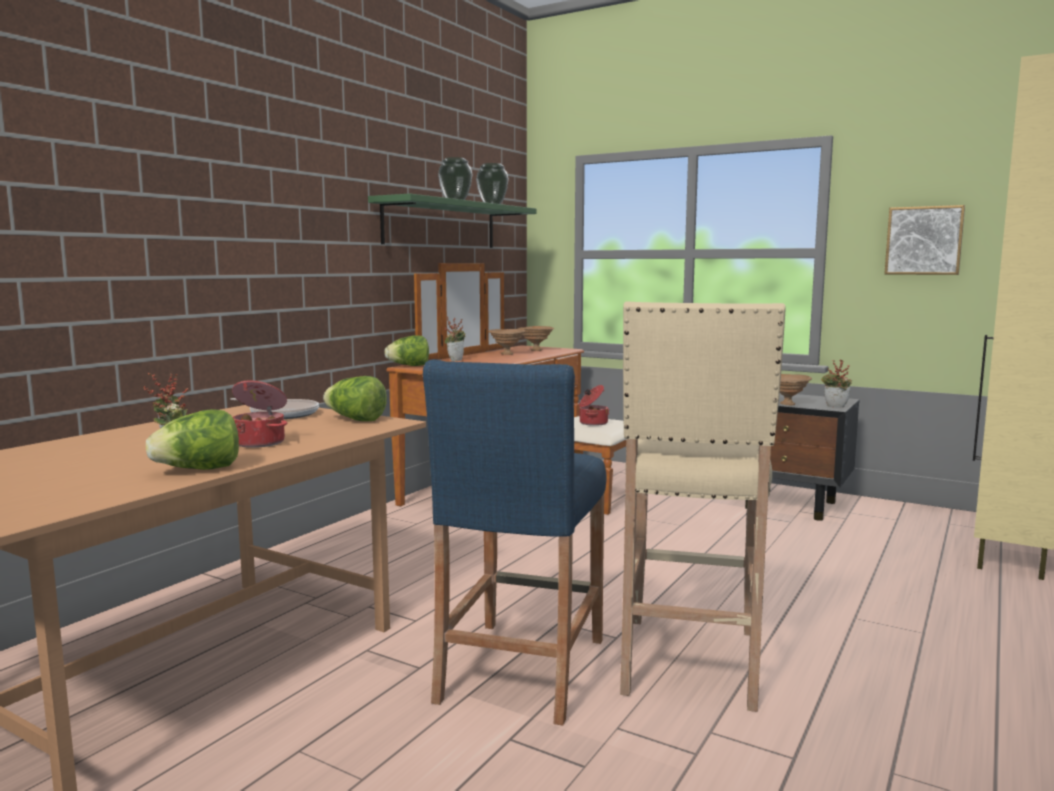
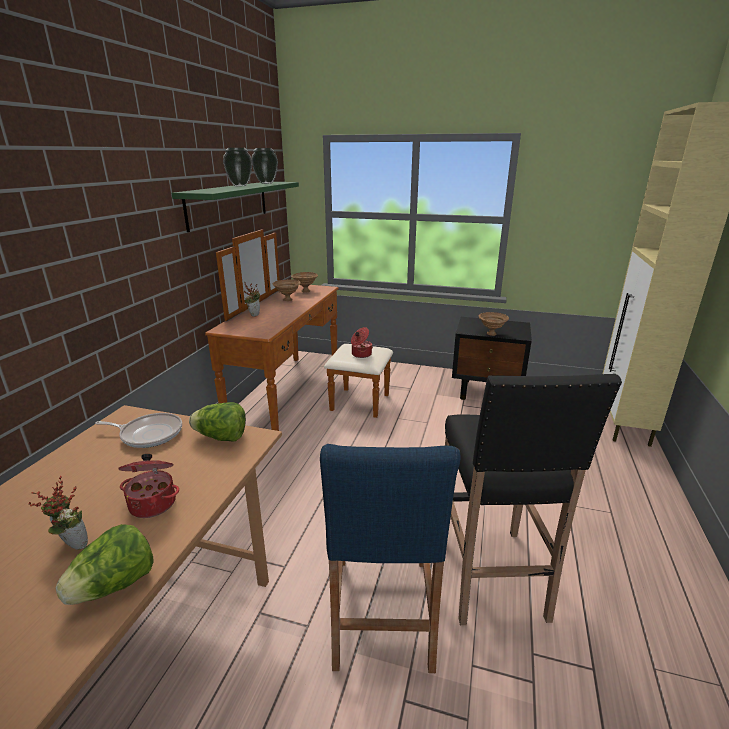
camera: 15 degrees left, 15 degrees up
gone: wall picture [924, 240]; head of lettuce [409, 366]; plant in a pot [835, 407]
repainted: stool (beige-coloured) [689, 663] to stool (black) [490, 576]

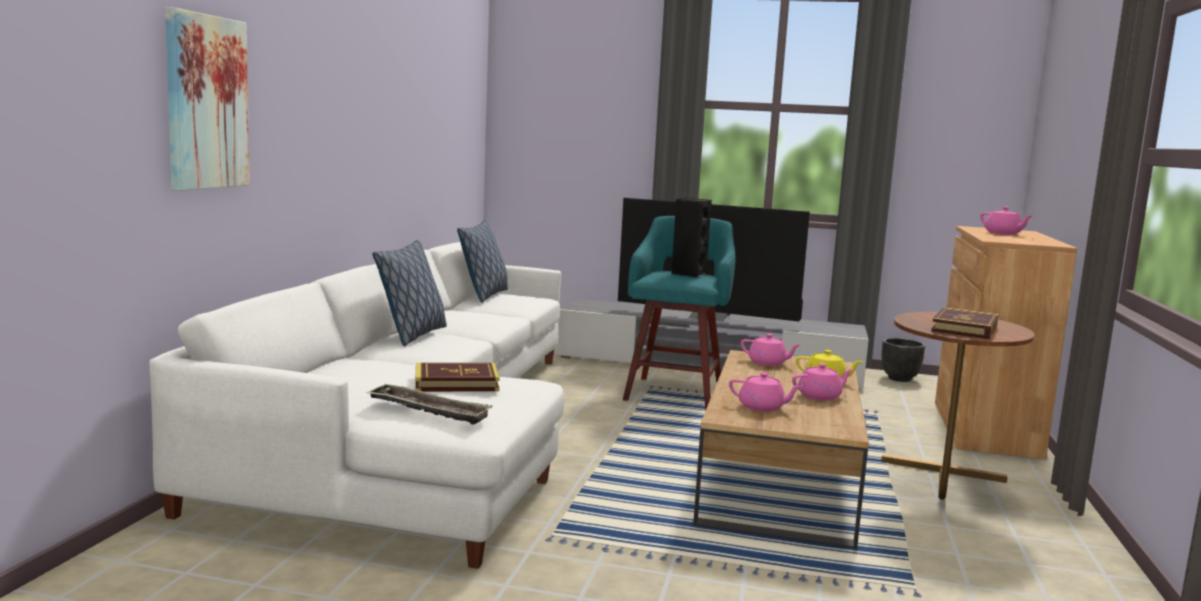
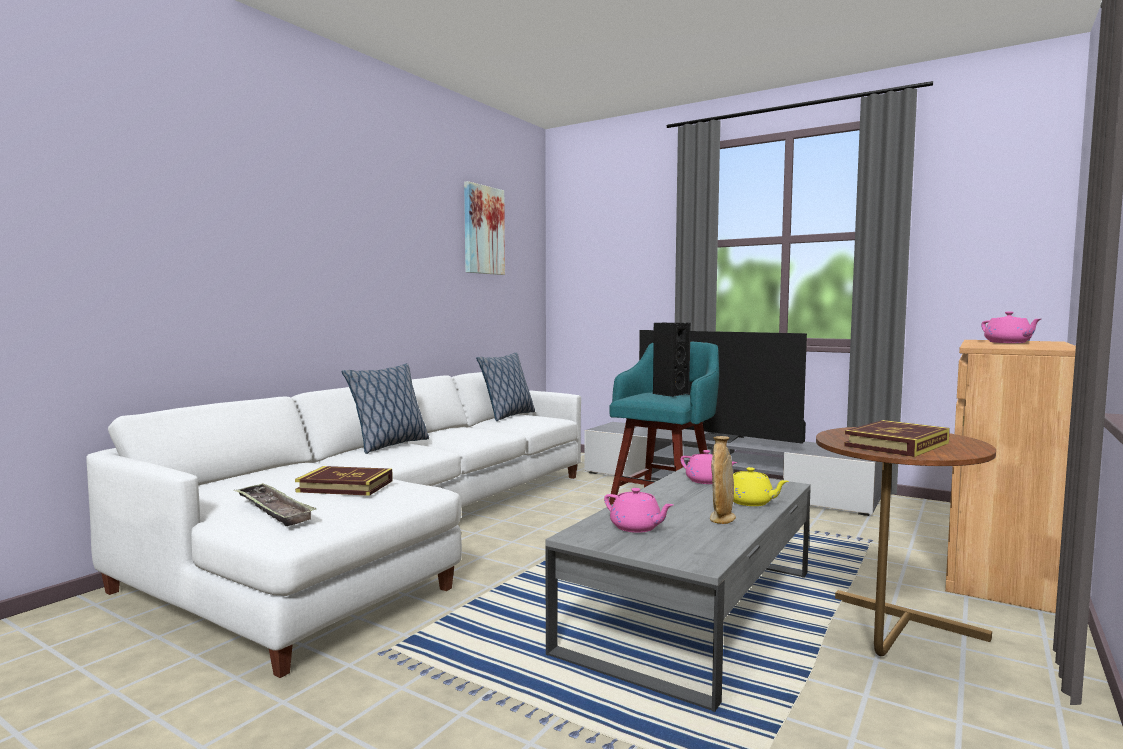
camera: 20 degrees right, 5 degrees down
gone: plant pot (black) [899, 379]
shifted: wall picture [205, 102] to [483, 230]
swapped: pot for tea (pink-coloured) [820, 396] to vase (beige-coloured) [722, 519]
repainted: low table (brownish) [779, 479] to low table (gray) [694, 608]

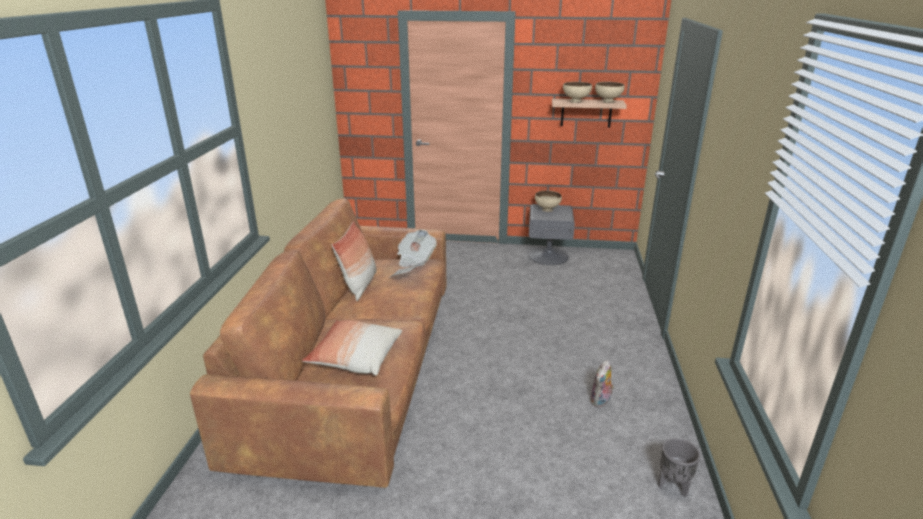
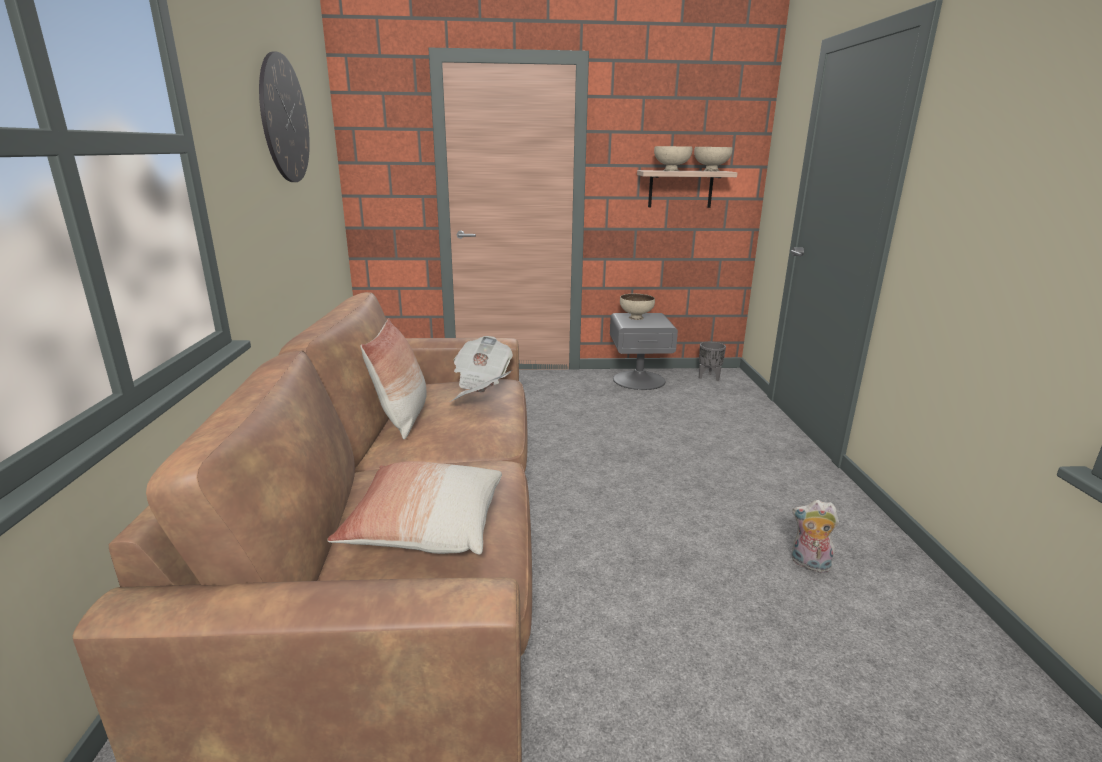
camera: 10 degrees left, 5 degrees down
new: hanging clock [284, 119]
shifted: plant pot (gray) [672, 486] to [708, 377]
rotated: soft toy [601, 401] = [809, 564] 90 degrees clockwise

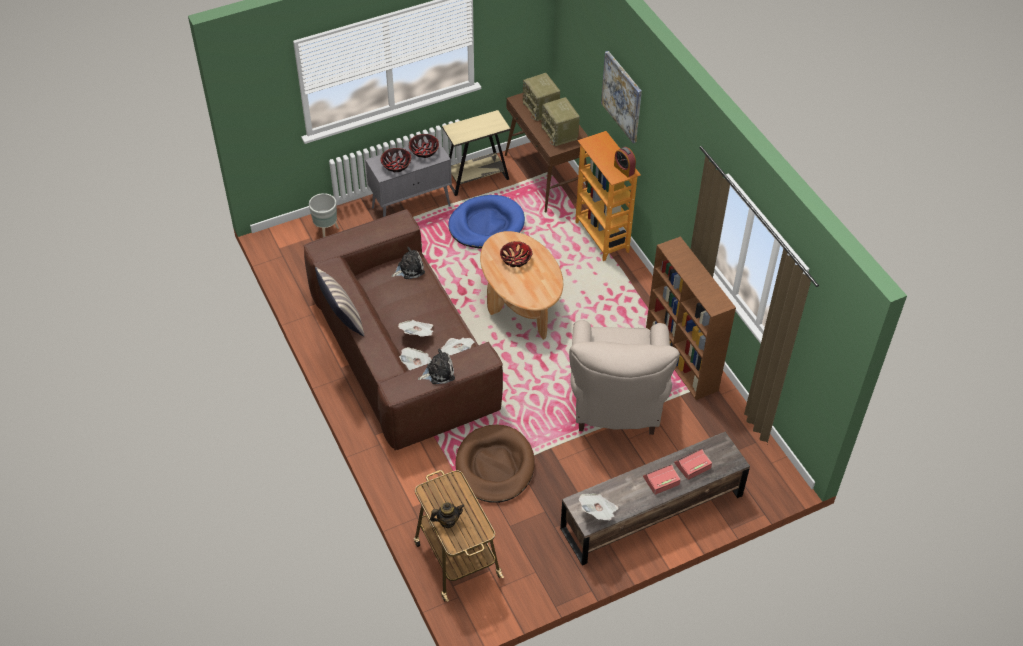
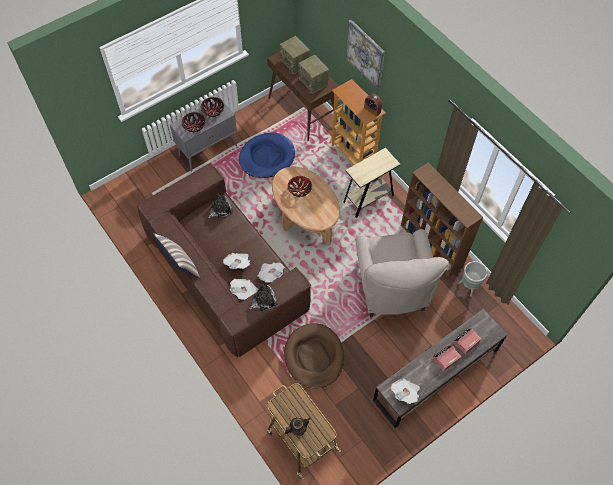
camera: 10 degrees left, 10 degrees up
shifted: accent table (beige-coloured) [477, 179] to [368, 199]; plant pot (gray) [326, 231] to [468, 286]

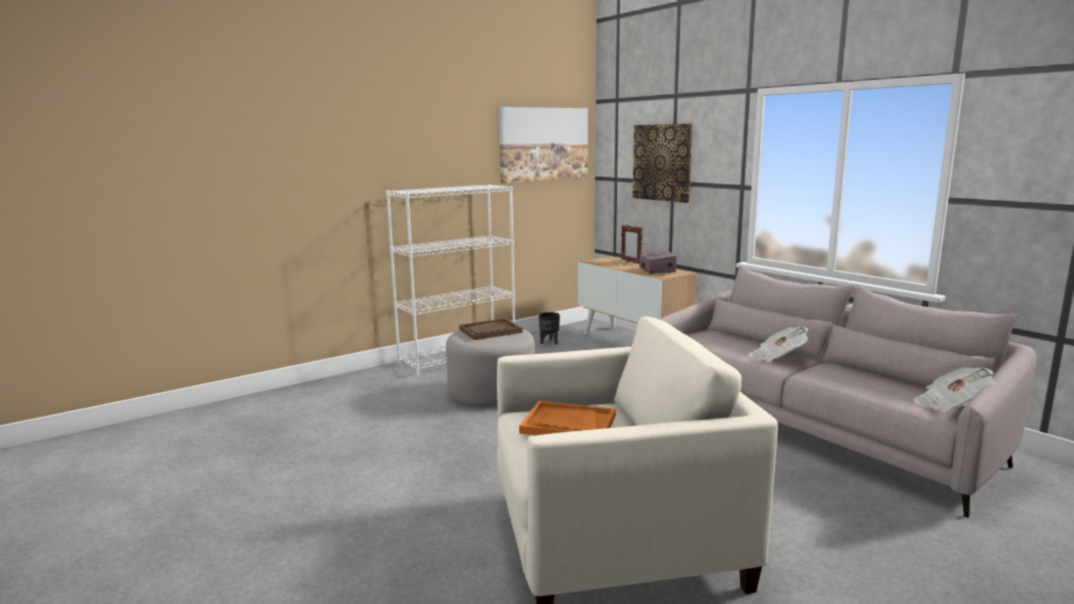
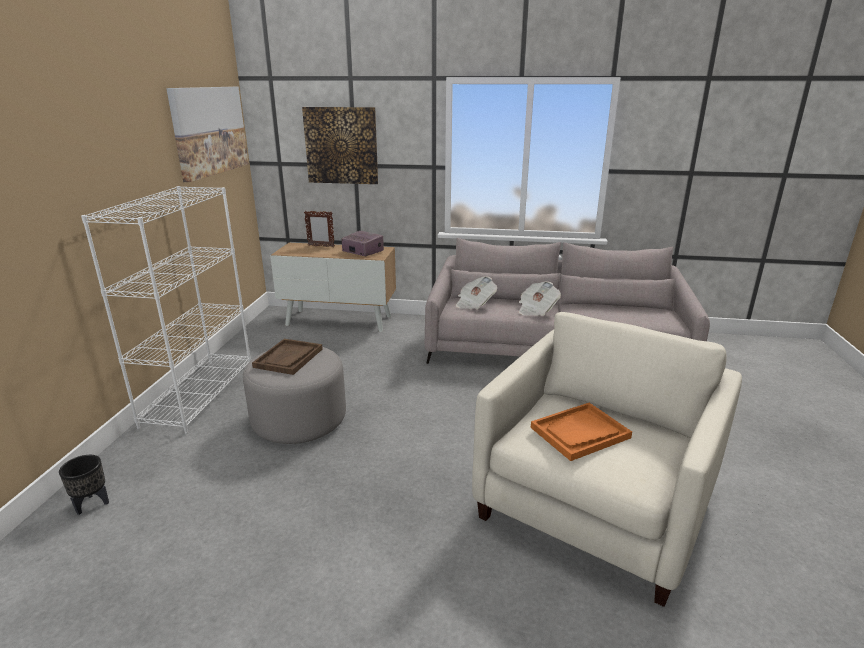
camera: 45 degrees left, 10 degrees up
shifted: plant pot (black) [549, 342] to [92, 504]; daily paper [951, 405] to [474, 303]

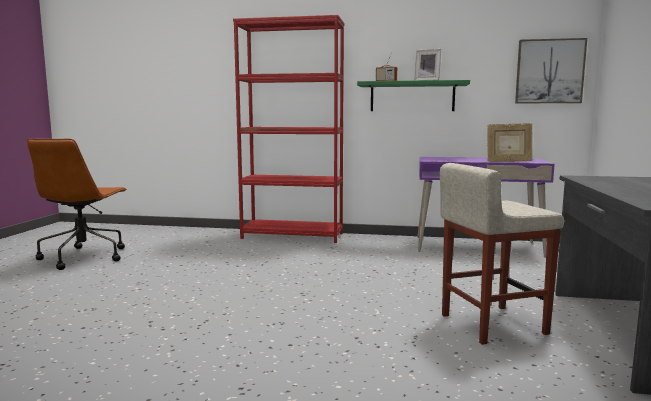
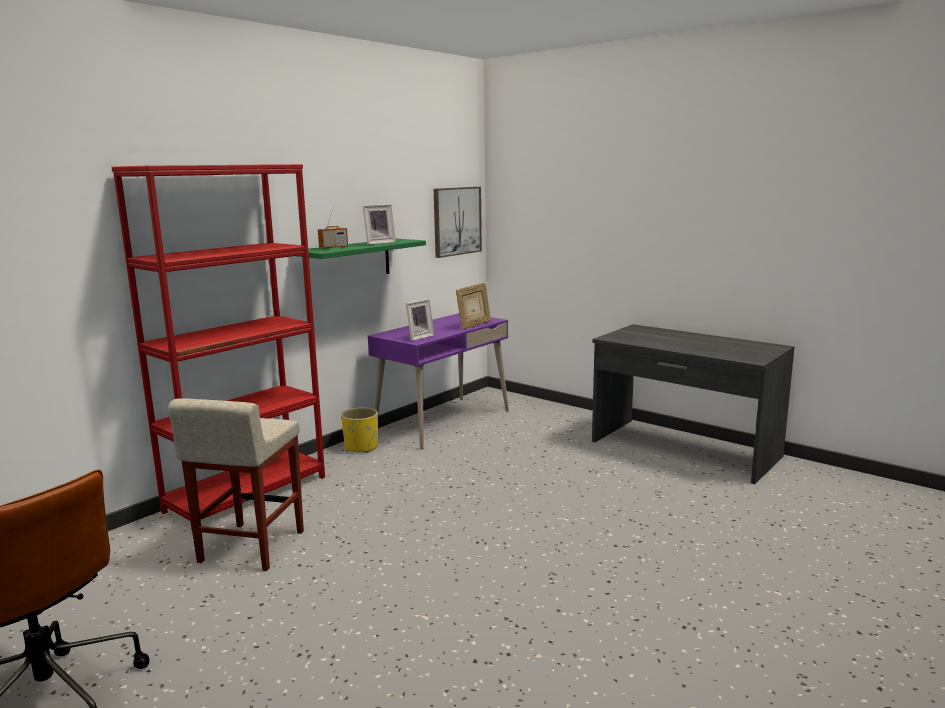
camera: 60 degrees left, 5 degrees up
new: standing frame [418, 337]; plant pot (yellowish) [361, 447]
shifted: stool (beige-coloured) [491, 324] to [251, 547]

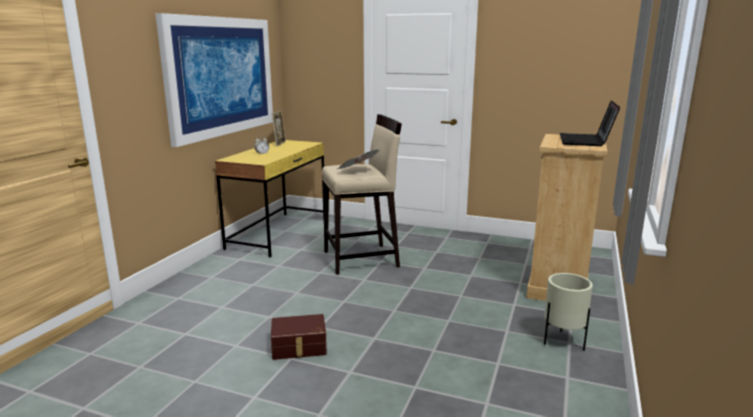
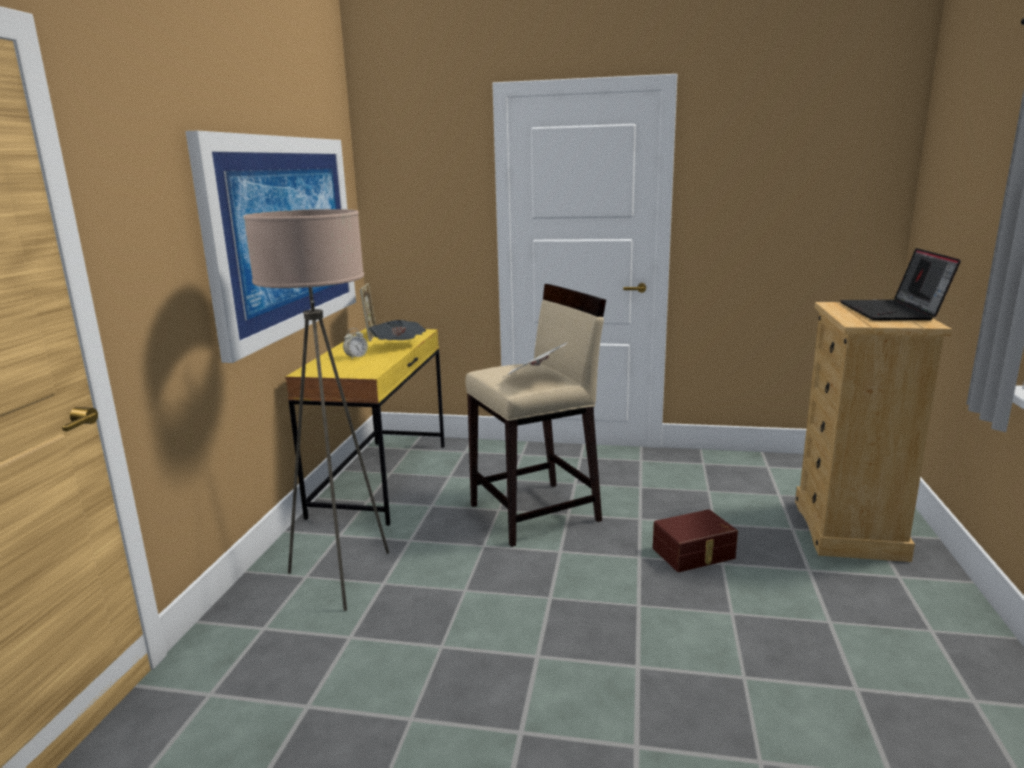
camera: 10 degrees left, 0 degrees up
gone: plant pot (beige-coloured) [563, 342]
new: standing lamp (beige-coloured) [342, 577]; daily paper [399, 346]
shifted: storage box (brownish) [299, 347] to [694, 554]

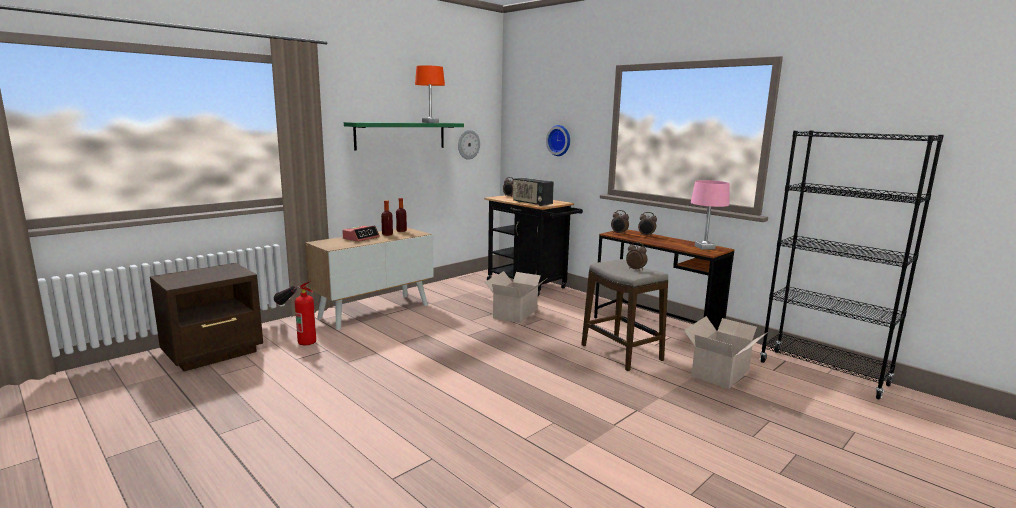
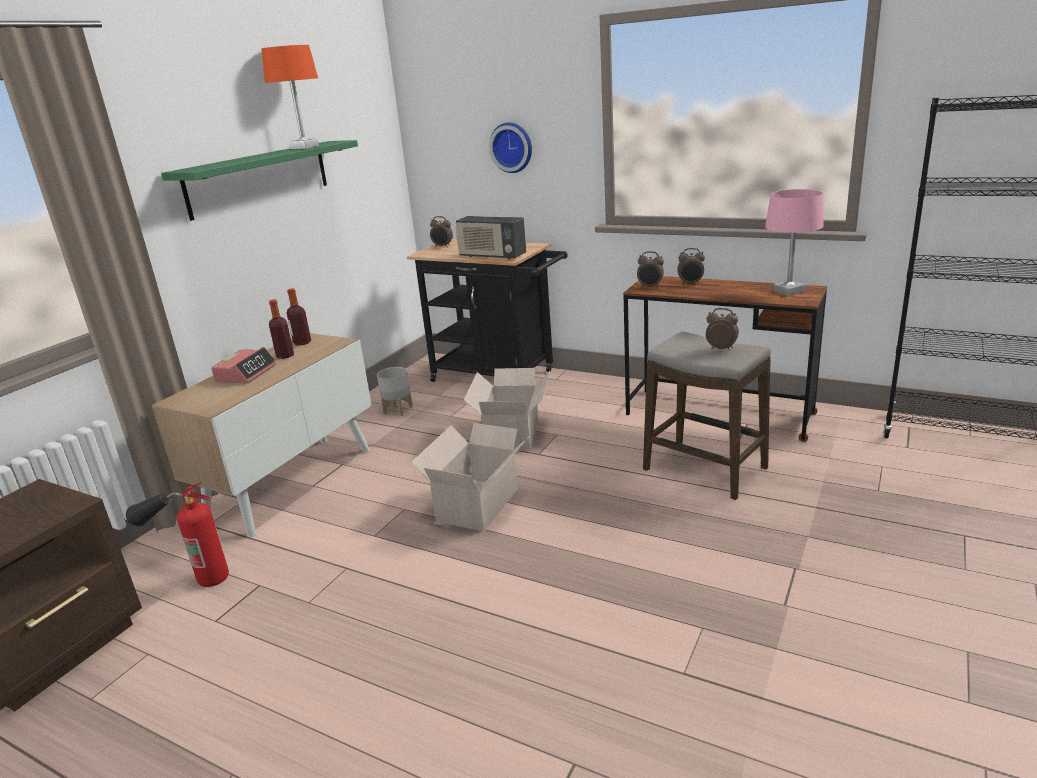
camera: 15 degrees left, 10 degrees up
gone: hanging clock [468, 144]
new: plant pot (gray) [398, 410]
shifted: cardboard box [721, 372] to [480, 503]

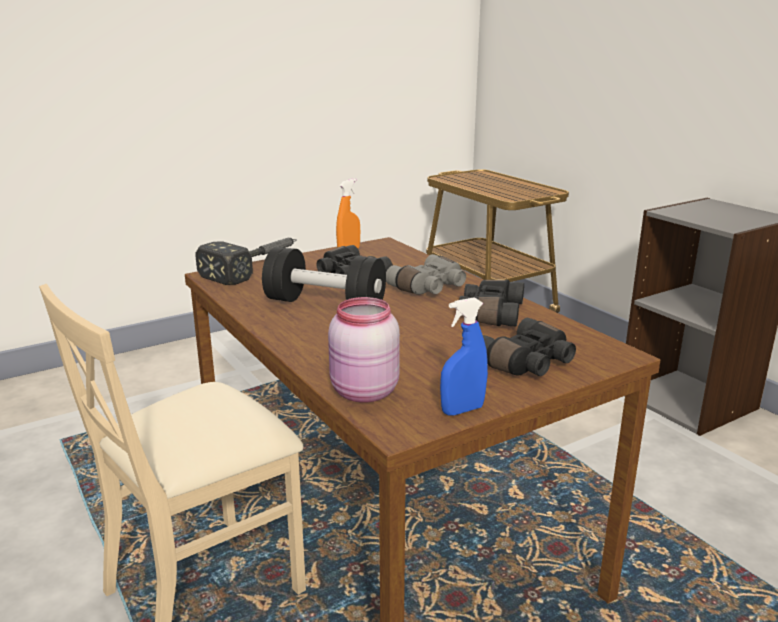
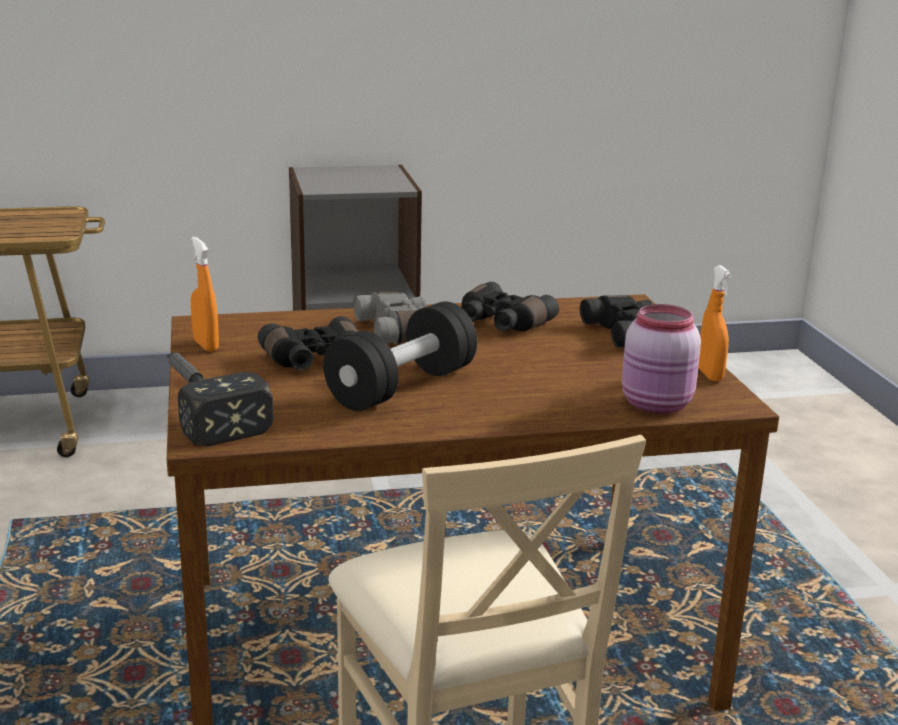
camera: 70 degrees left, 0 degrees up
repainted: sprayer (blue) [462, 410] to sprayer (orange-coloured) [710, 375]

